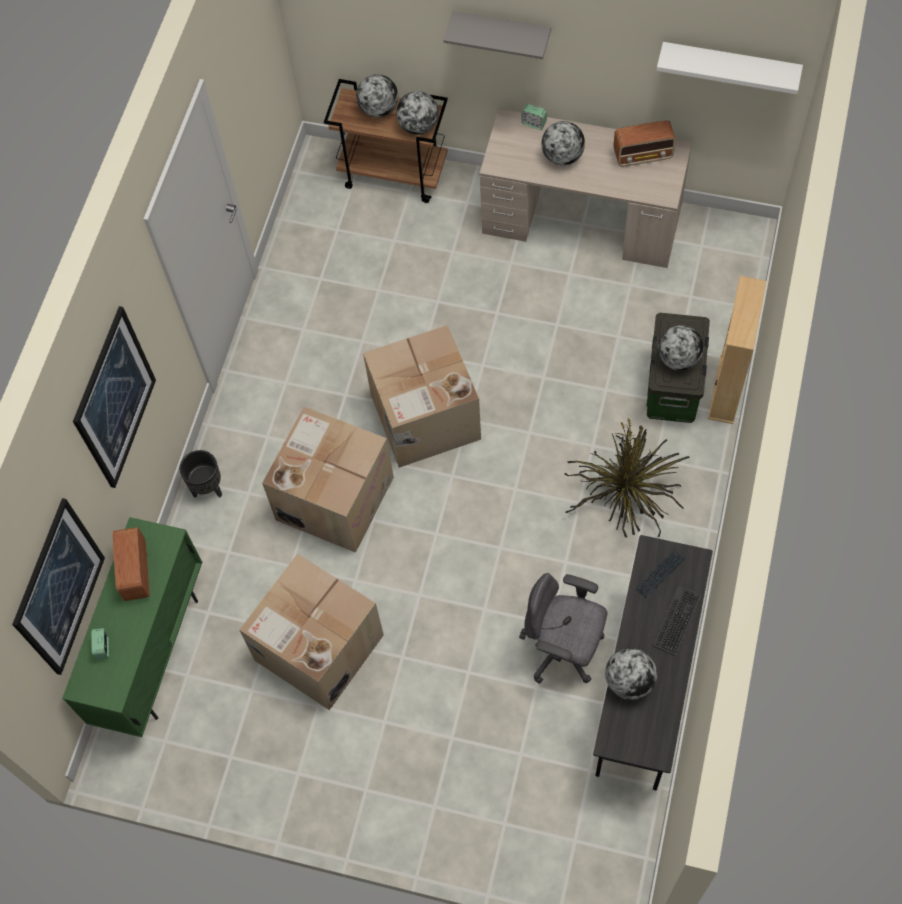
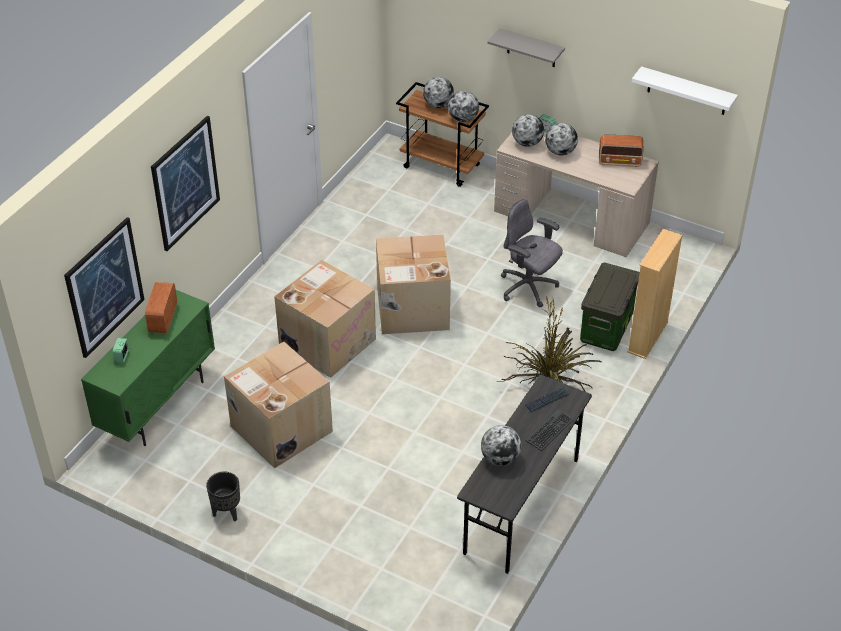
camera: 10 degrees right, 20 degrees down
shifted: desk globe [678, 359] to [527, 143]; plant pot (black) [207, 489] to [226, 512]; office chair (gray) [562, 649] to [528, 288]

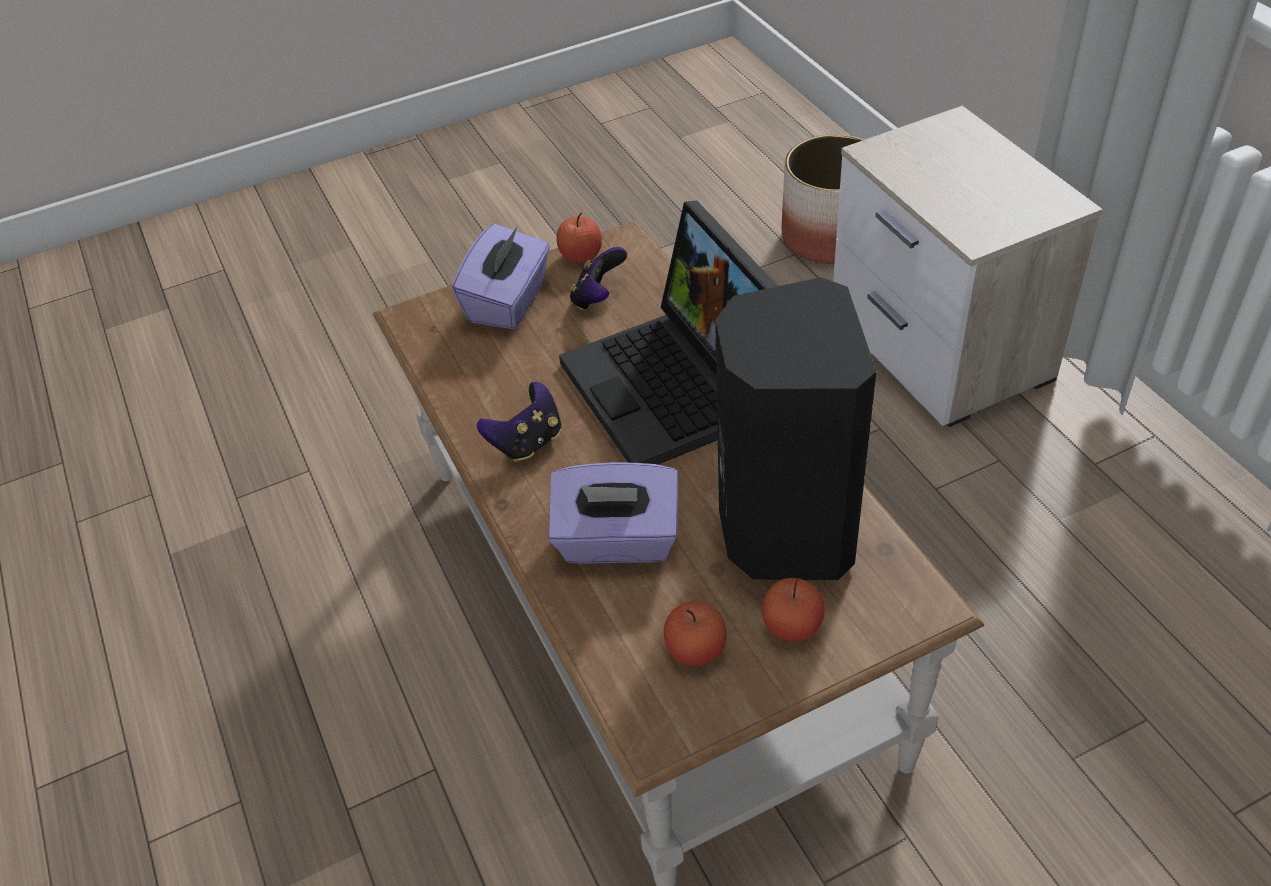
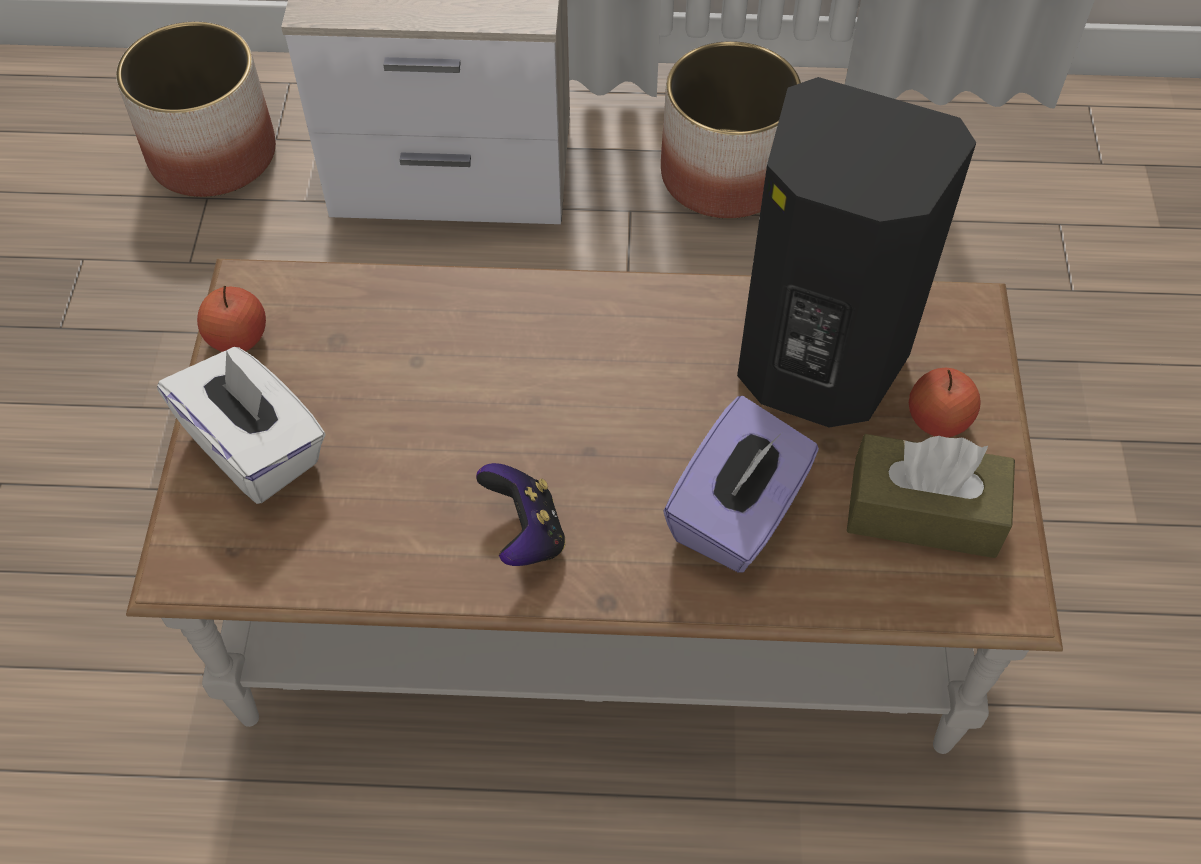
camera: 65 degrees left, 10 degrees up
gone: portable computer [677, 388]; joypad [598, 298]
new: plant pot [723, 175]
swapped: apple fruit [695, 649] to tissue holder (brownish) [923, 512]
repainted: tissue holder (purple) [509, 301] to tissue holder (white-coloured) [256, 448]

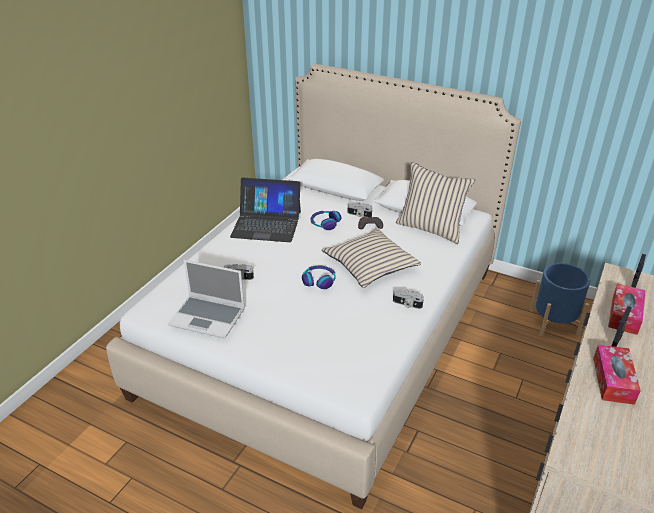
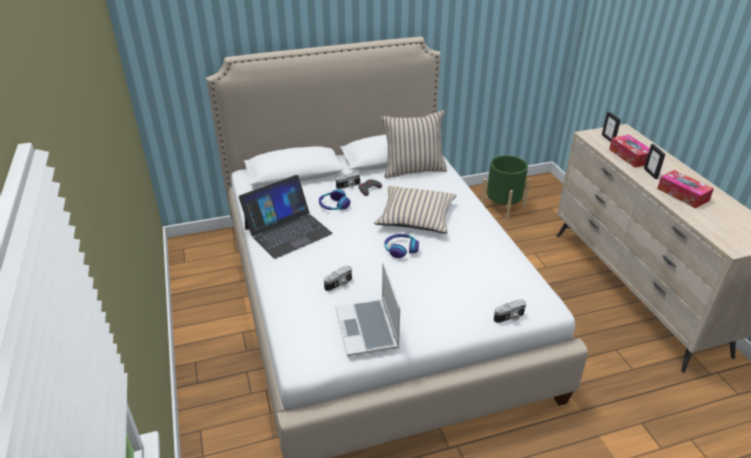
camera: 45 degrees left, 0 degrees up
shifted: photo camera [407, 304] to [509, 317]
repainted: plant pot (blue) [554, 322] to plant pot (greenish) [502, 207]
rotated: portable computer [209, 317] = [368, 329] 105 degrees clockwise

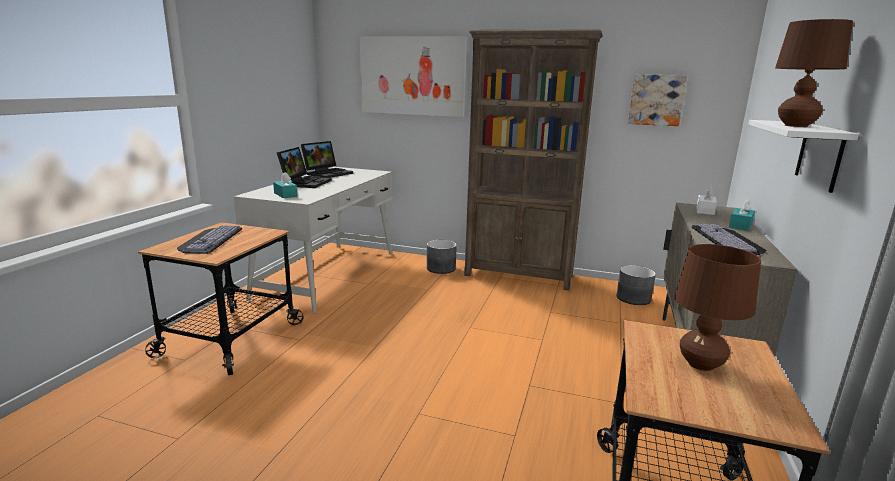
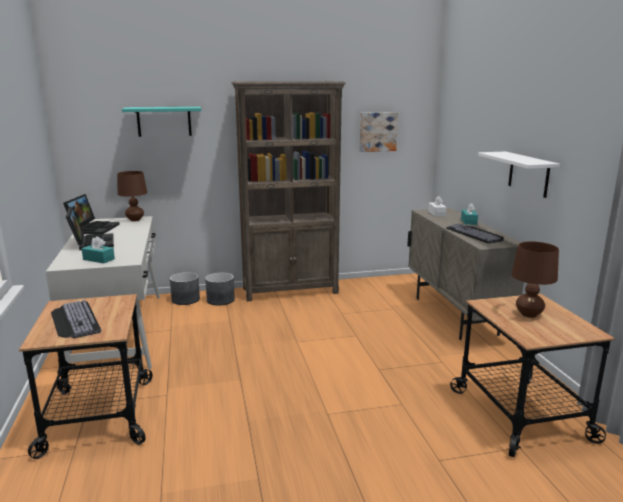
camera: 30 degrees left, 0 degrees up
shifted: tabletop lamp (brownish) [795, 126] to [135, 220]; plant pot (gray) [633, 298] to [186, 299]
swapped: wall picture [412, 76] to bracket shelf (turquoise) [164, 121]

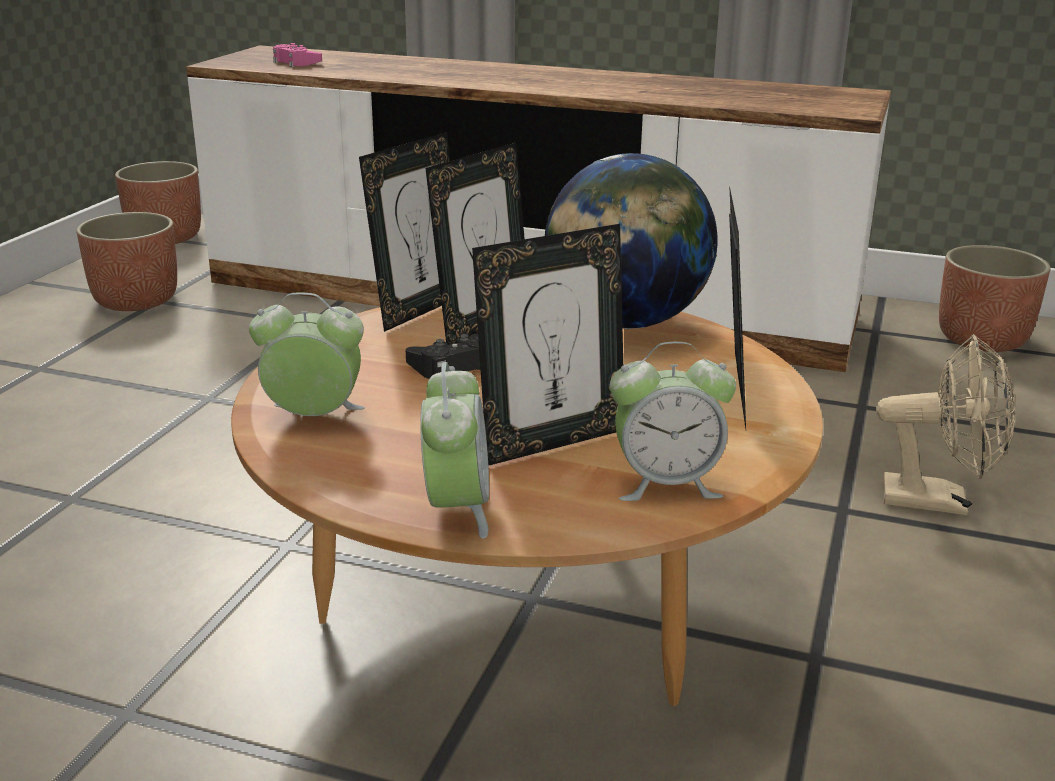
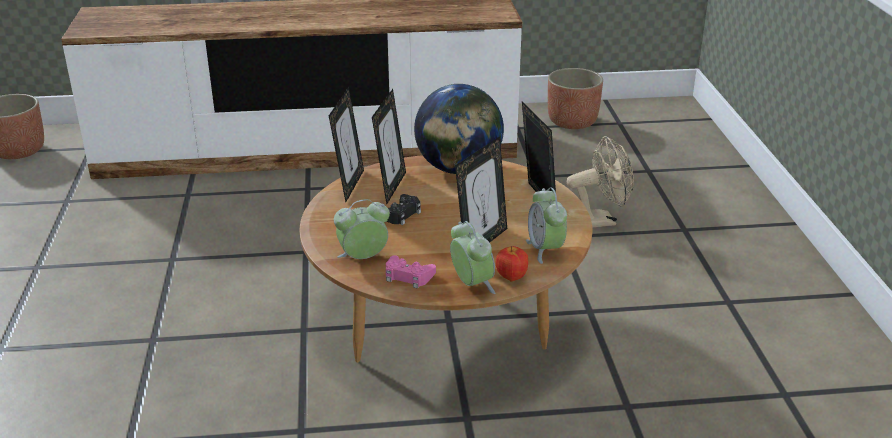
camera: 25 degrees left, 5 degrees up
gone: plant pot [137, 301]
new: apple fruit [511, 278]
shifted: joypad (pink-coloured) [296, 62] to [408, 276]
rotated: bedside clock [666, 484] = [545, 250] 105 degrees clockwise

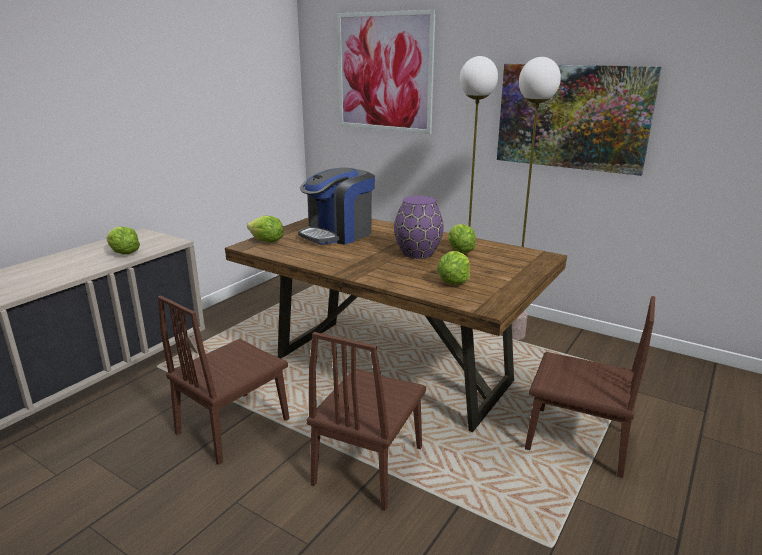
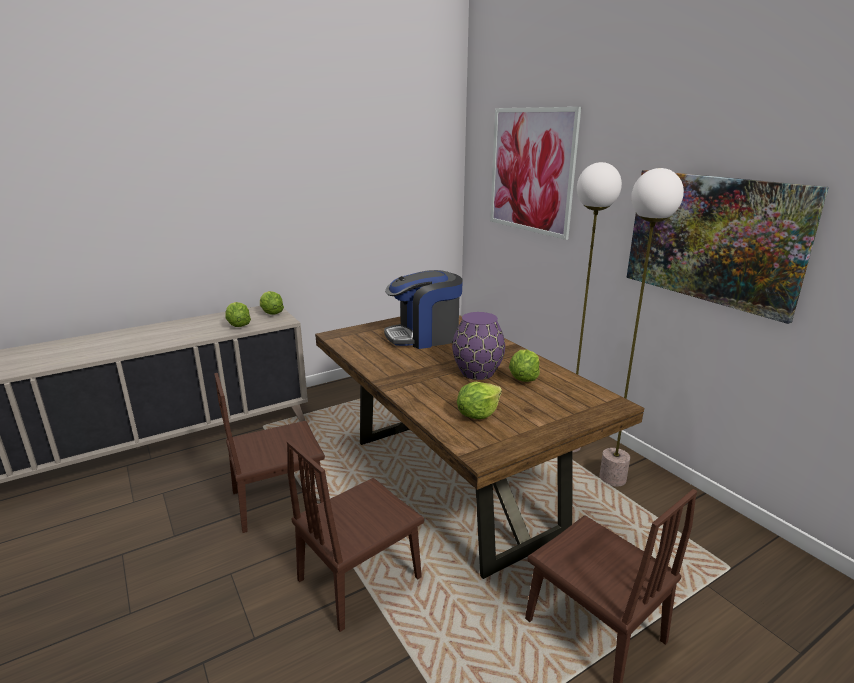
camera: 25 degrees right, 0 degrees up
shifted: head of lettuce [266, 241] to [271, 313]

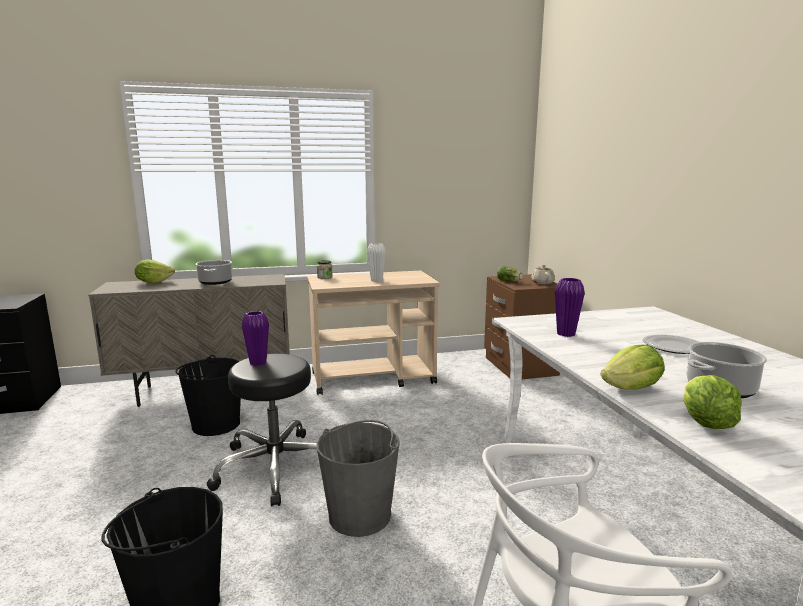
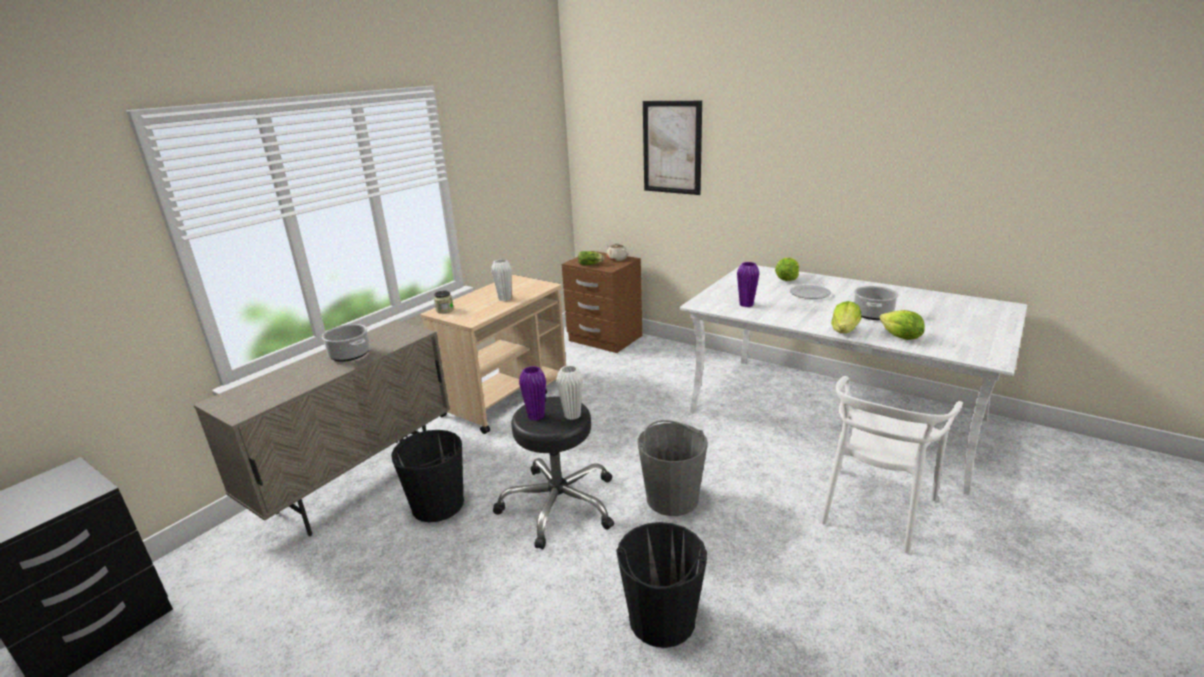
camera: 40 degrees left, 10 degrees up
new: wall picture [672, 147]; vase (white-coloured) [572, 415]
shifted: head of lettuce [153, 282] to [787, 279]

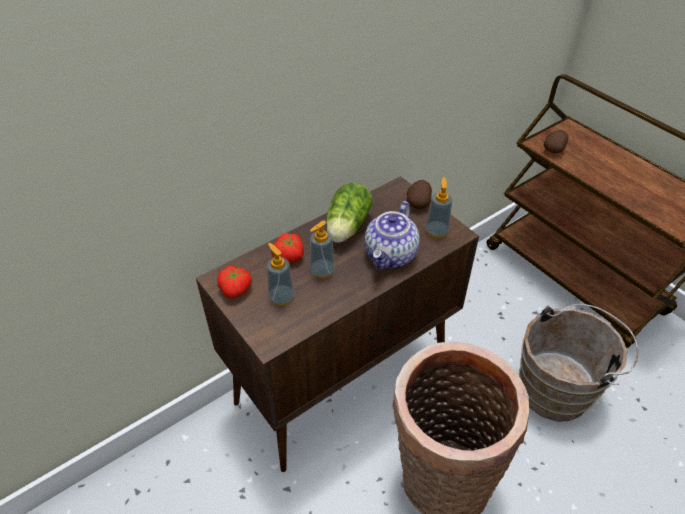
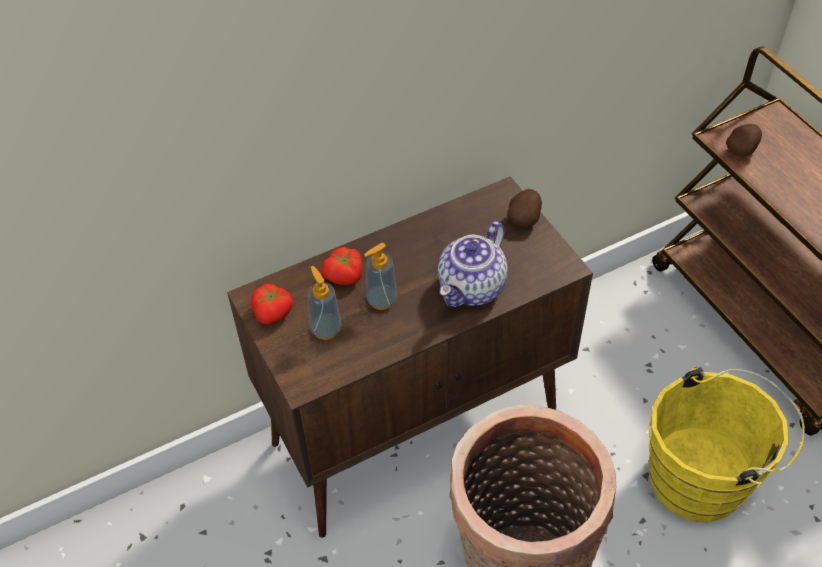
camera: 10 degrees right, 5 degrees up
gone: liquid soap bottle [436, 232]; head of lettuce [346, 228]
repainted: bucket (brownish) [559, 389] to bucket (yellowish) [704, 478]

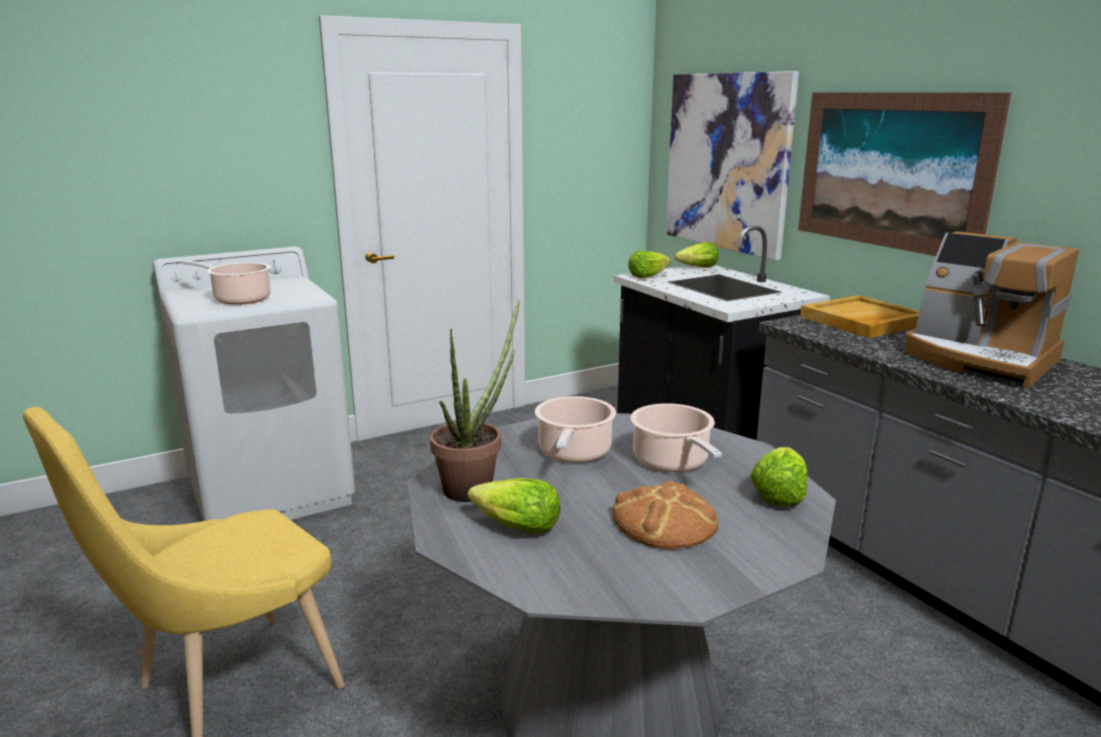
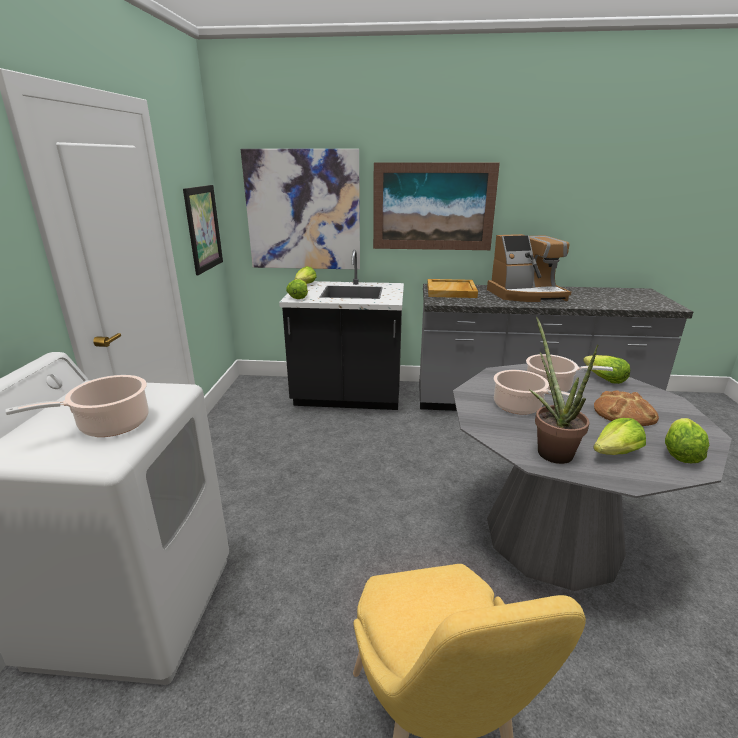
camera: 55 degrees left, 5 degrees up
new: wall picture [203, 228]; head of lettuce [680, 454]

